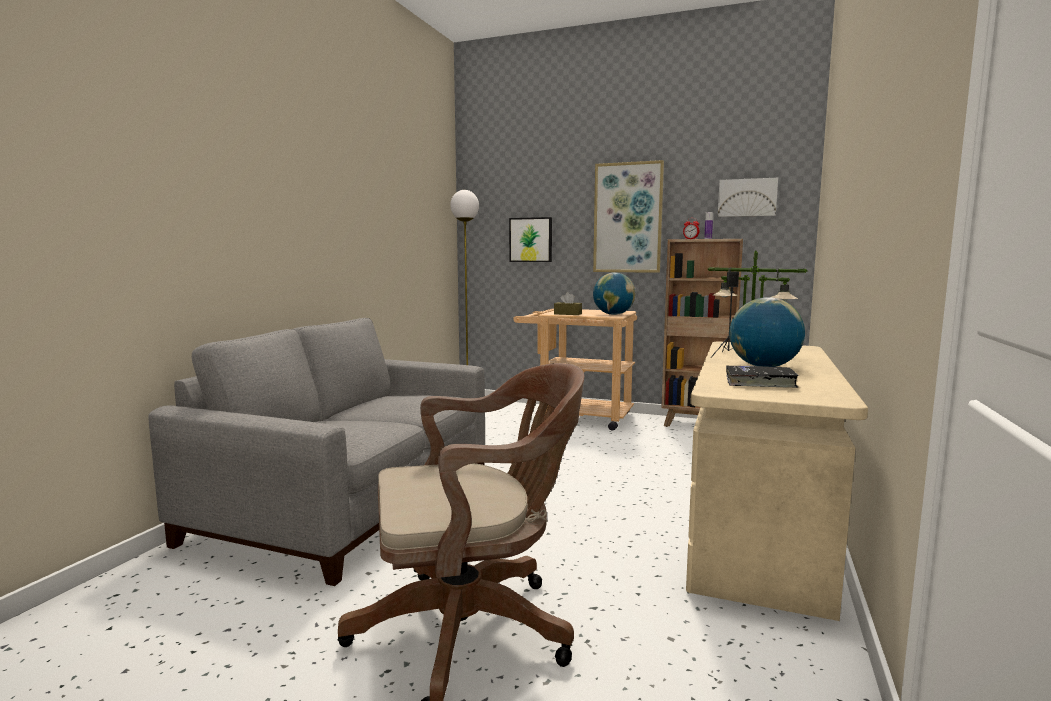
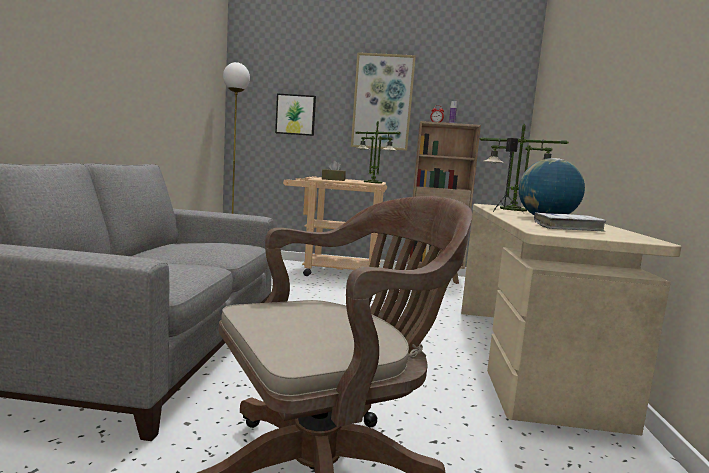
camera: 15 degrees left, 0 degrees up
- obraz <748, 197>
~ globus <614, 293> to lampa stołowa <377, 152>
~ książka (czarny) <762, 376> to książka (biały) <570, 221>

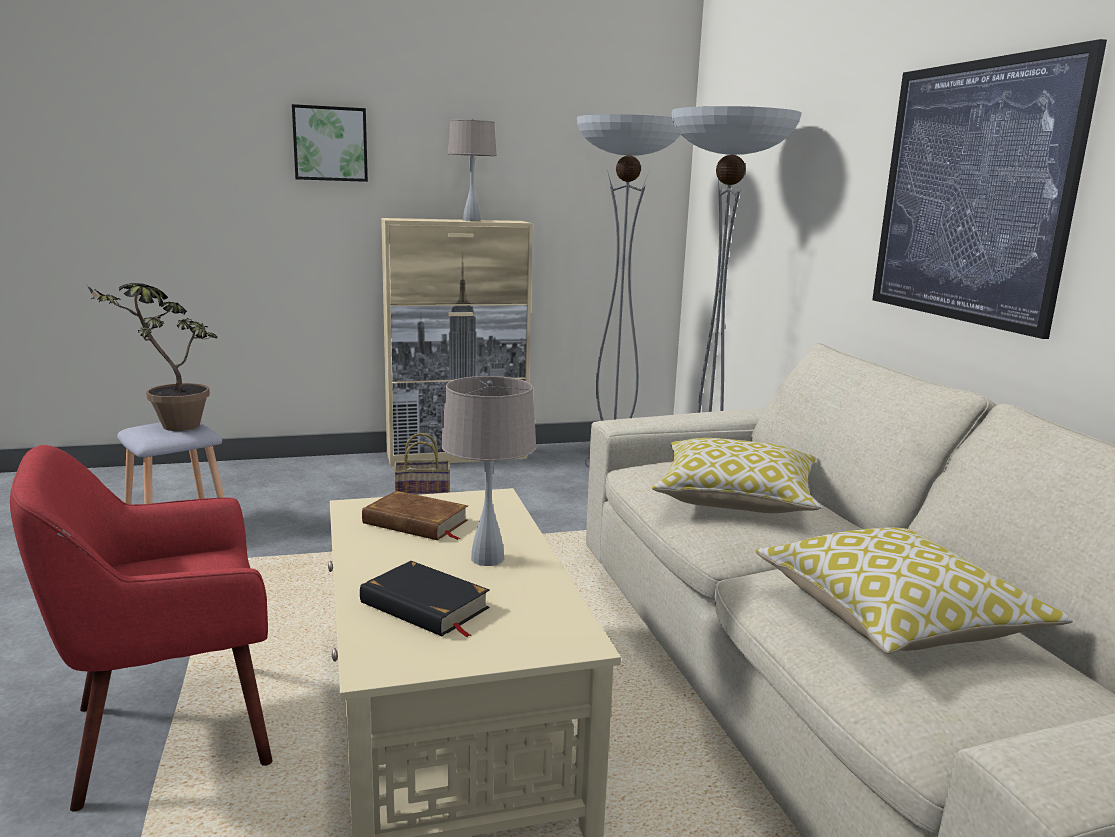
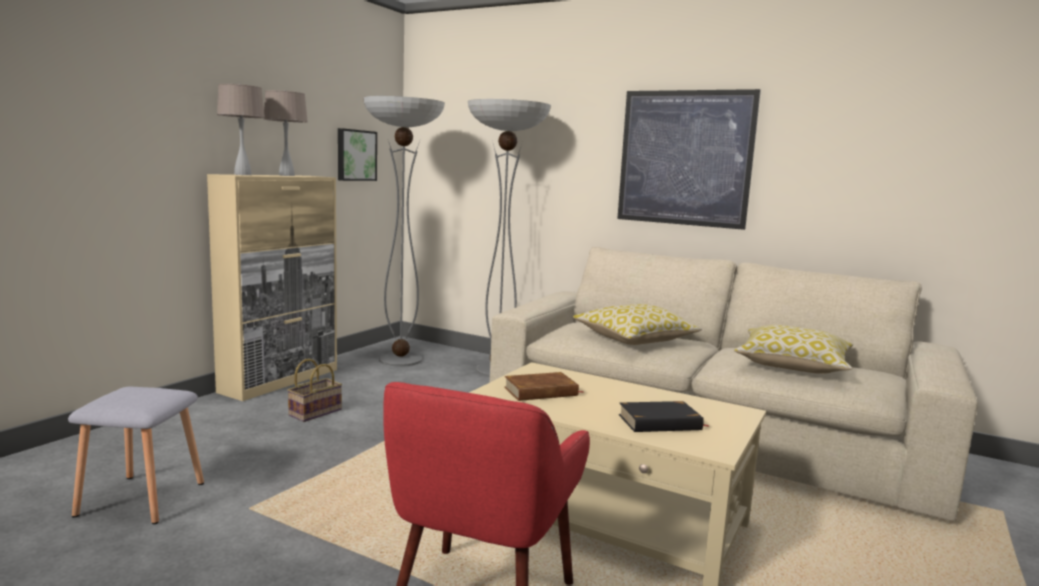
camera: 45 degrees left, 5 degrees down
- roślina doniczkowa <151, 357>
~ obraz <330, 143> to <357, 154>
~ lampa stołowa (beżowy) <488, 471> to <241, 129>

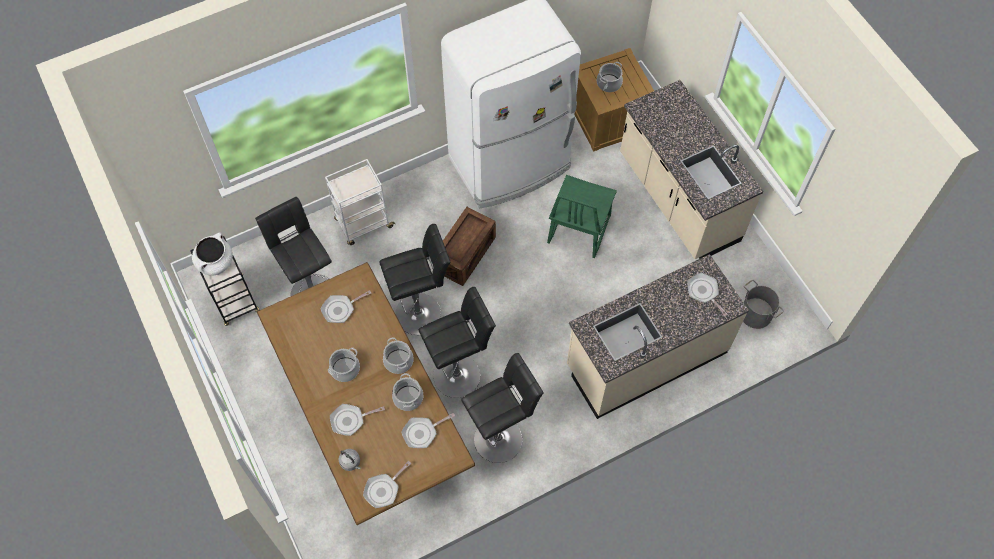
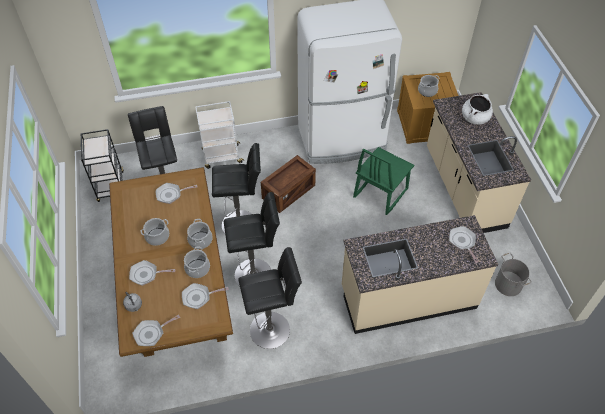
camera: 15 degrees right, 10 degrees down
~ garnek (biały) <212, 254> to <477, 109>

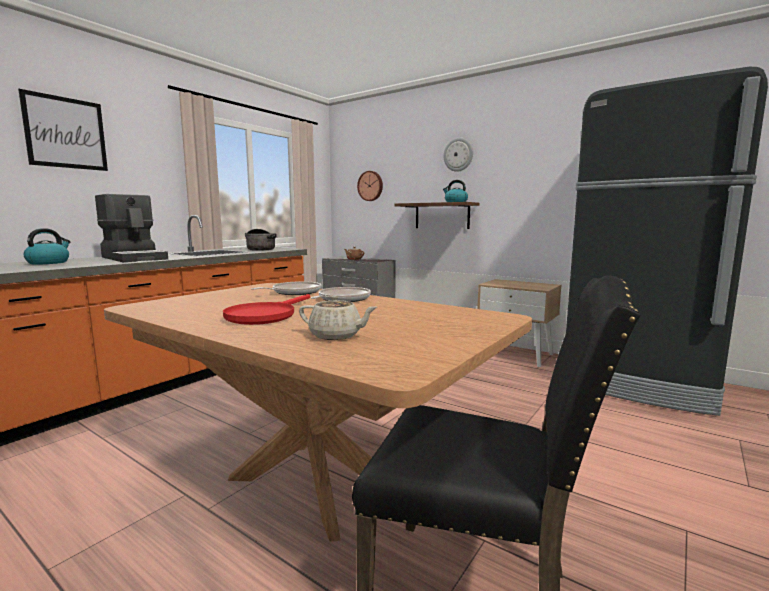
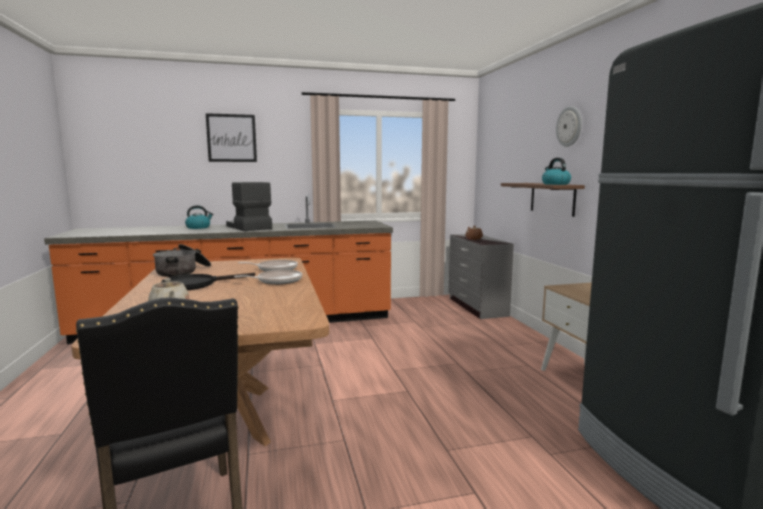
camera: 40 degrees right, 0 degrees up
- zegar ścienny <370, 186>
~ garnek <261, 240> to <182, 260>
~ patelnia (czerwony) <266, 309> to patelnia (czarny) <208, 281>
~ ekspres do kawy <131, 228> = <249, 206> 150 degrees clockwise

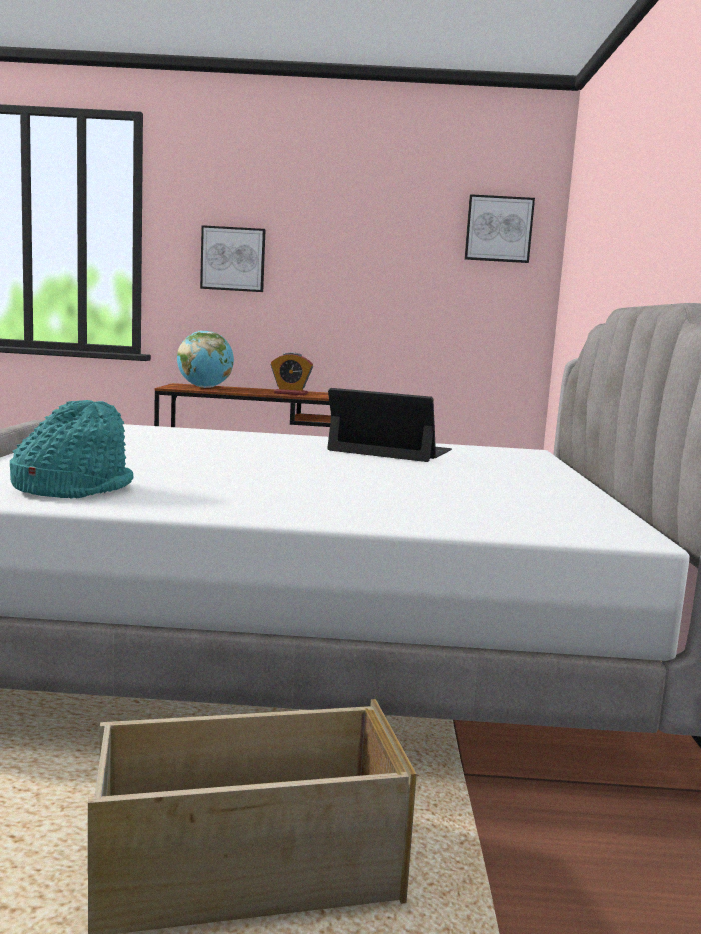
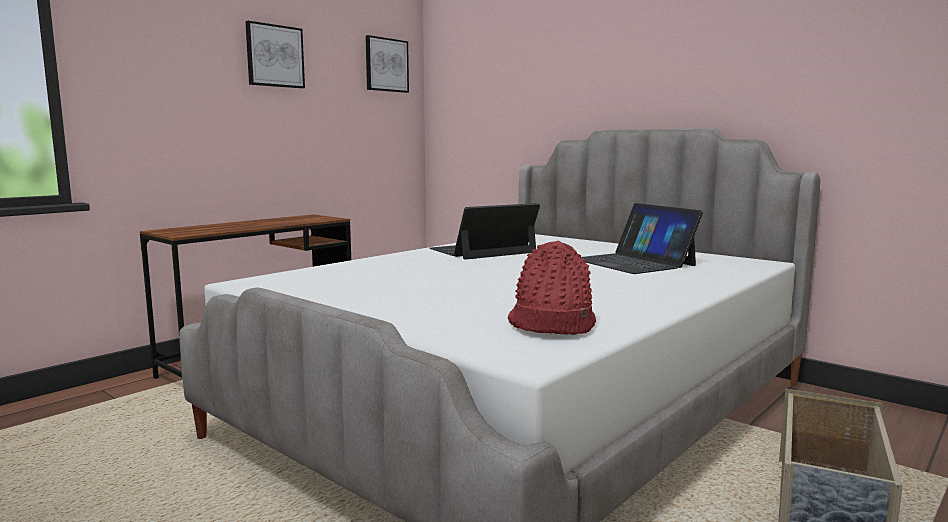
camera: 50 degrees left, 0 degrees up
- globus <205, 359>
- budzik <291, 373>
+ laptop <642, 238>
~ obraz <232, 258> to <275, 54>
~ kapelusz (turkusowy) <72, 449> to kapelusz (czerwony) <552, 288>

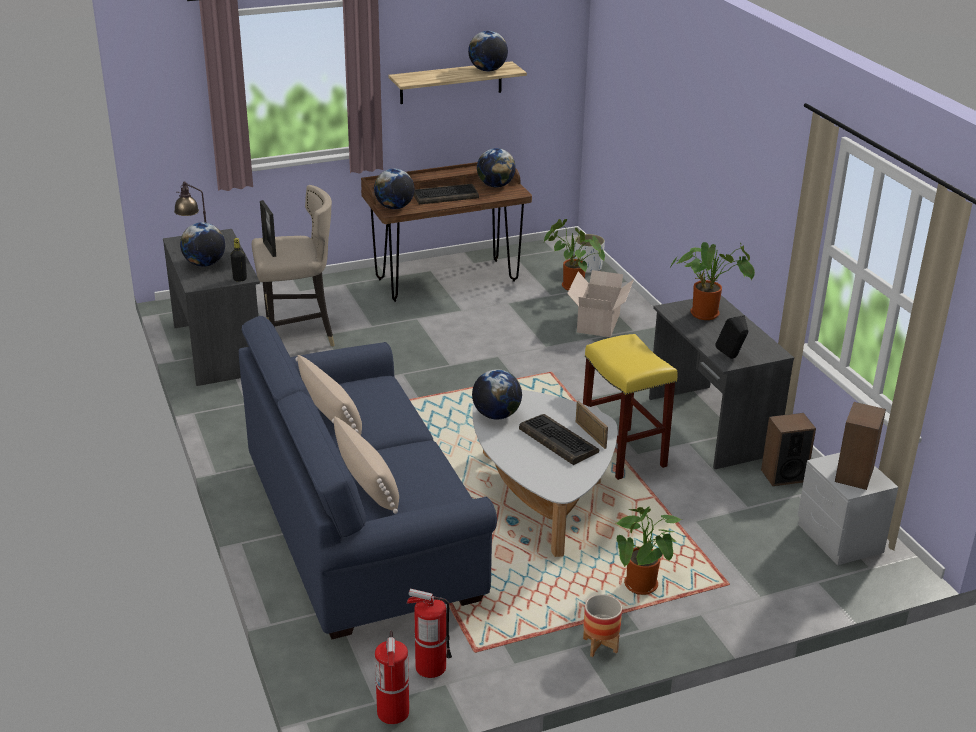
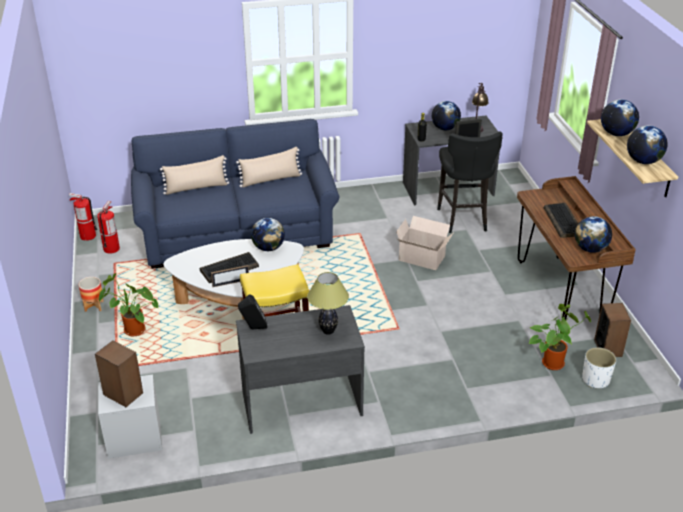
camera: 100 degrees right, 5 degrees up
~ globus <394, 188> to <620, 117>
~ karton <600, 303> to <424, 243>
~ głośnik <788, 449> to <612, 330>
~ roślina doniczkowa <712, 281> to lampa stołowa <328, 303>
~ stołek (beżowy) <293, 265> to stołek (czarny) <470, 182>

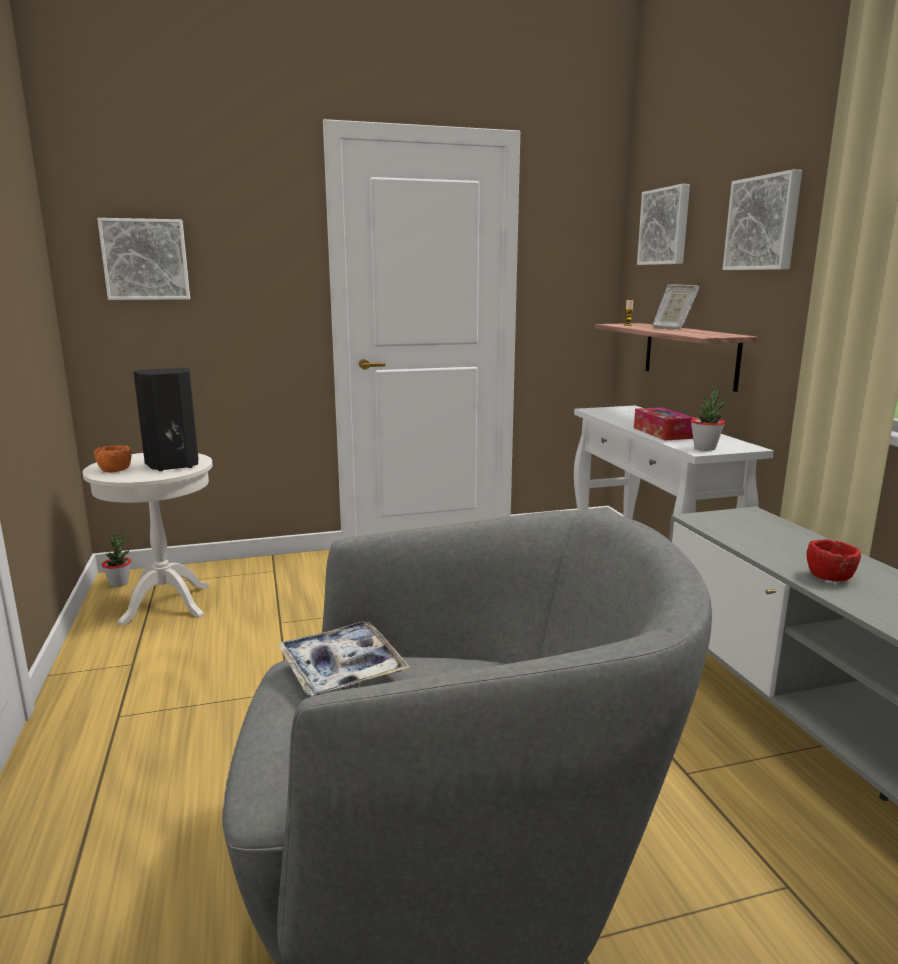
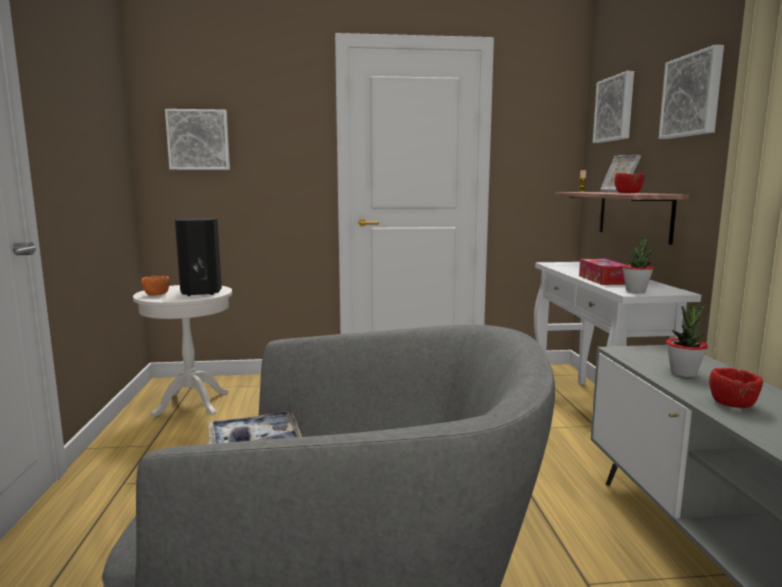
camera: 10 degrees right, 5 degrees down
+ miska (czerwony) <629, 183>
~ roślina doniczkowa <116, 560> to <687, 340>

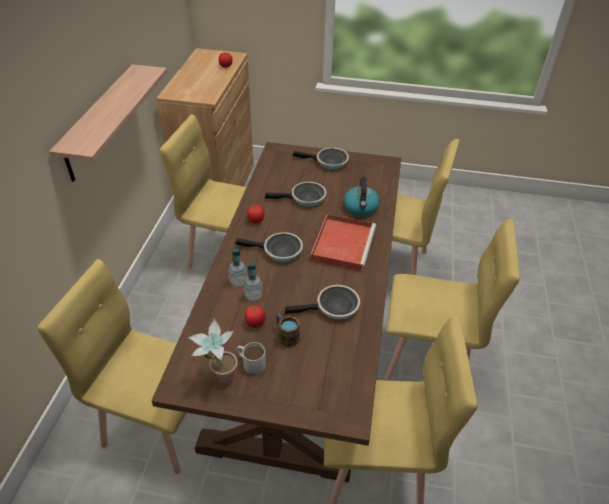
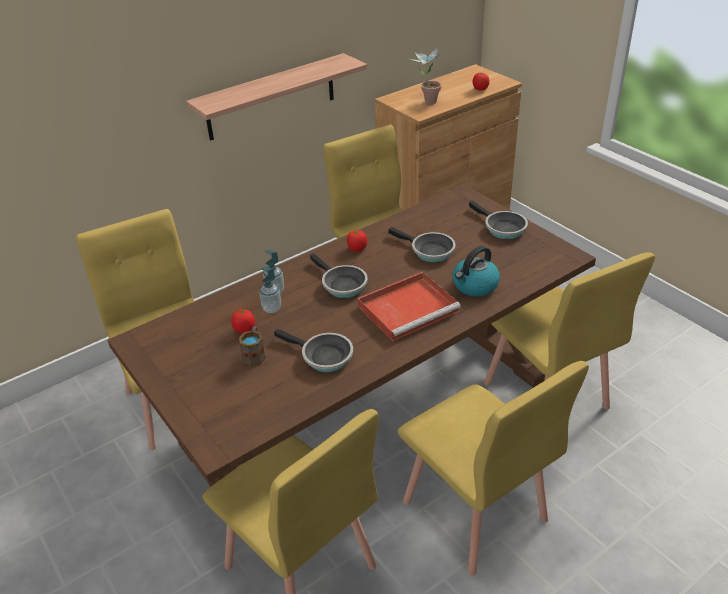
camera: 45 degrees right, 5 degrees down
- kubek (biały) <251, 358>
~ roślina doniczkowa <213, 351> to <425, 76>

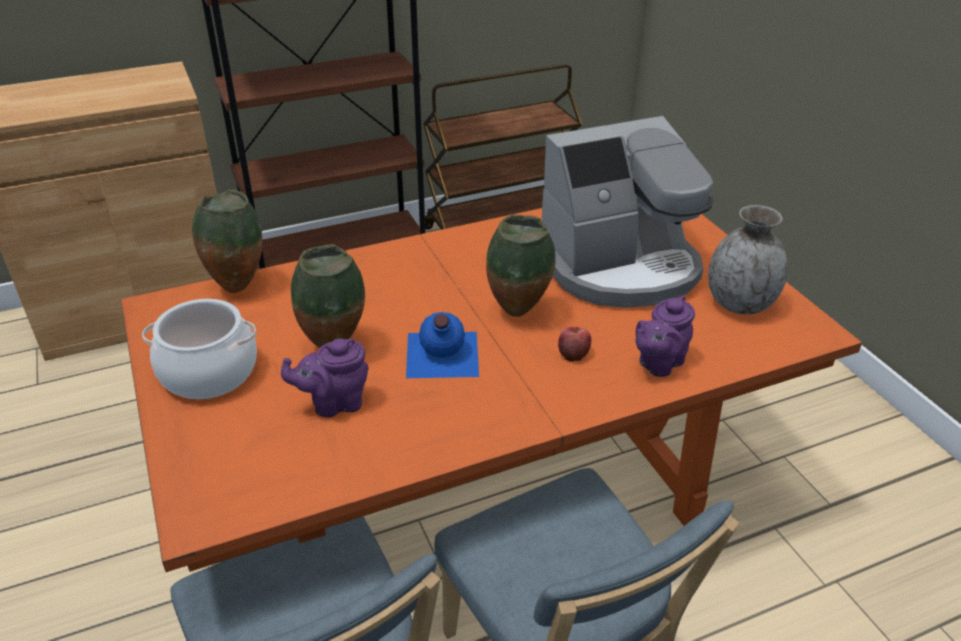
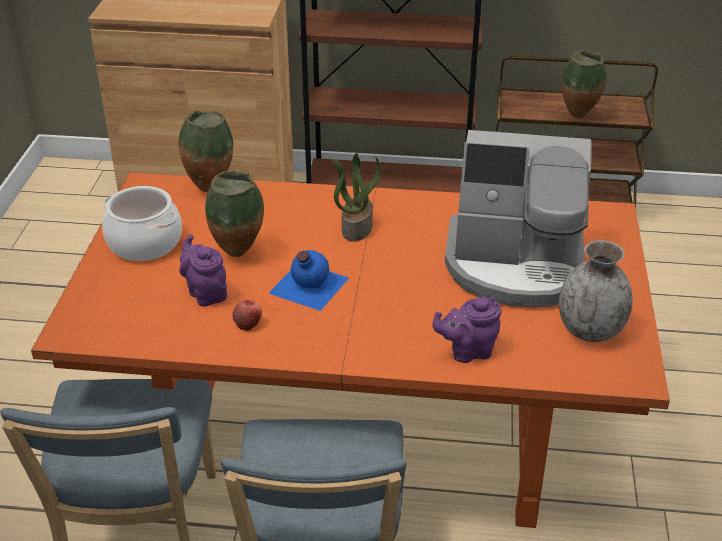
camera: 30 degrees right, 0 degrees up
+ roślina doniczkowa <356, 197>
~ wazon <521, 266> to <584, 84>
~ jabłko <574, 344> to <247, 315>
~ imbryk (fioletowy) <325, 378> = <203, 270> 45 degrees clockwise

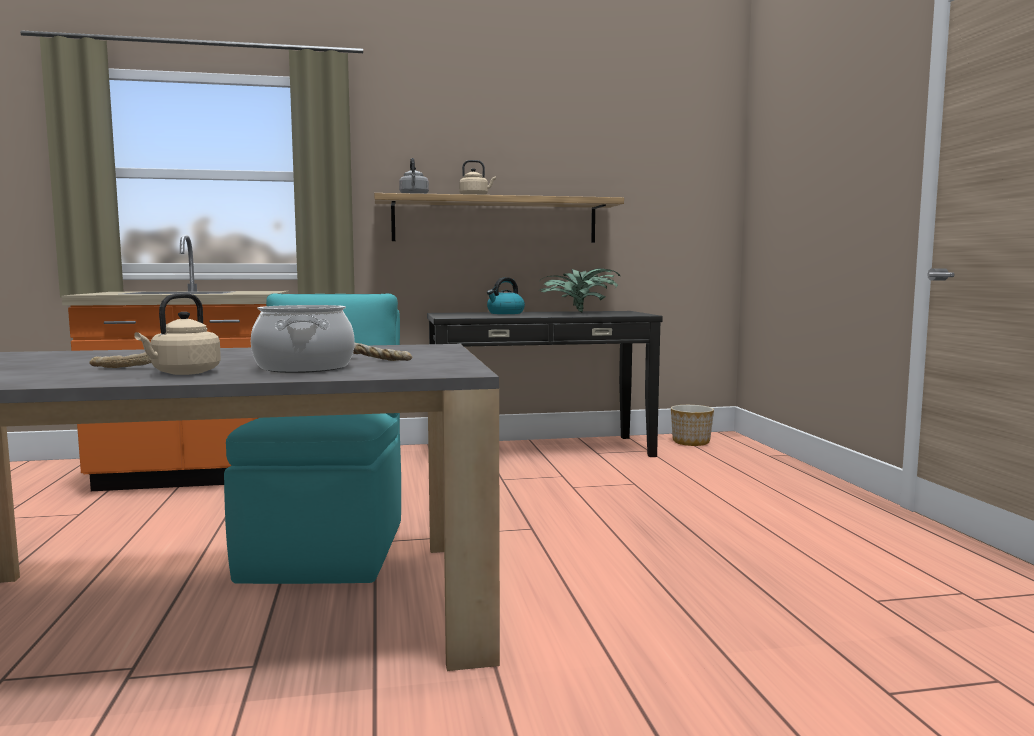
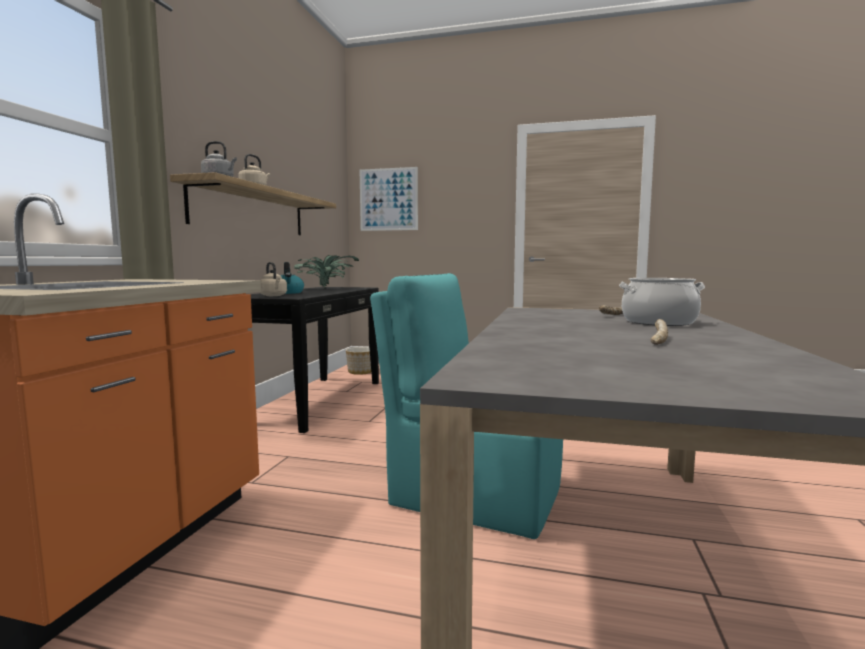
camera: 65 degrees left, 0 degrees up
+ obraz <389, 199>
~ czajnik (beżowy) <177, 334> to <273, 279>

